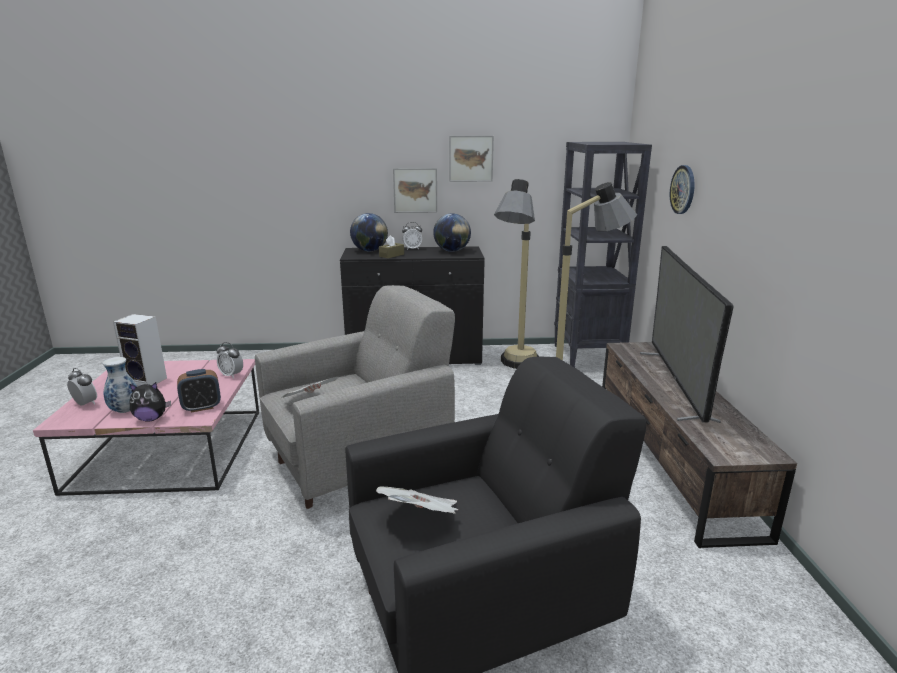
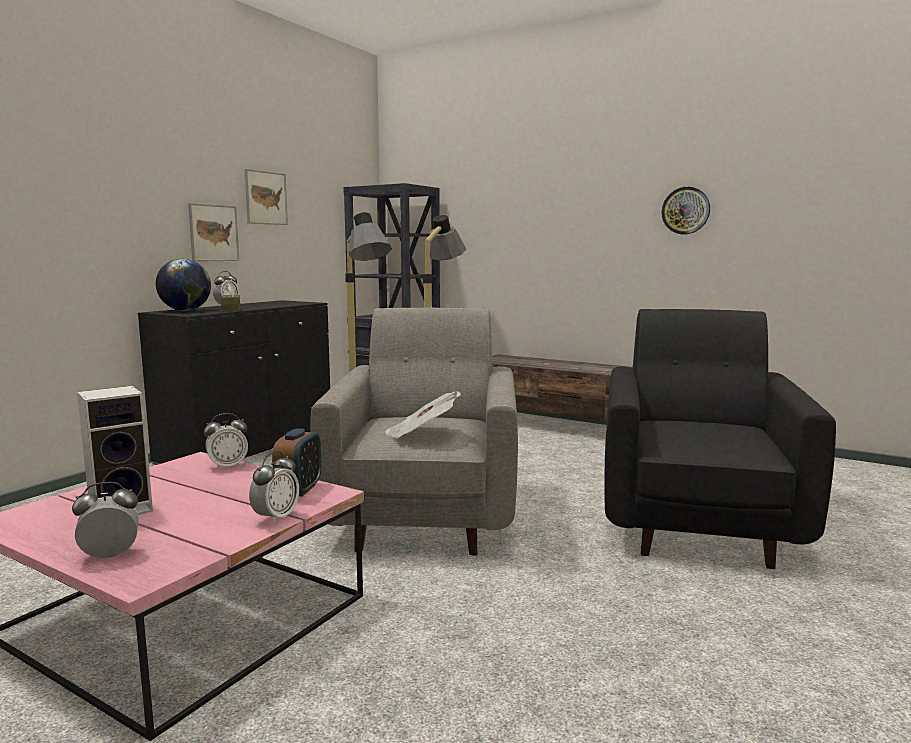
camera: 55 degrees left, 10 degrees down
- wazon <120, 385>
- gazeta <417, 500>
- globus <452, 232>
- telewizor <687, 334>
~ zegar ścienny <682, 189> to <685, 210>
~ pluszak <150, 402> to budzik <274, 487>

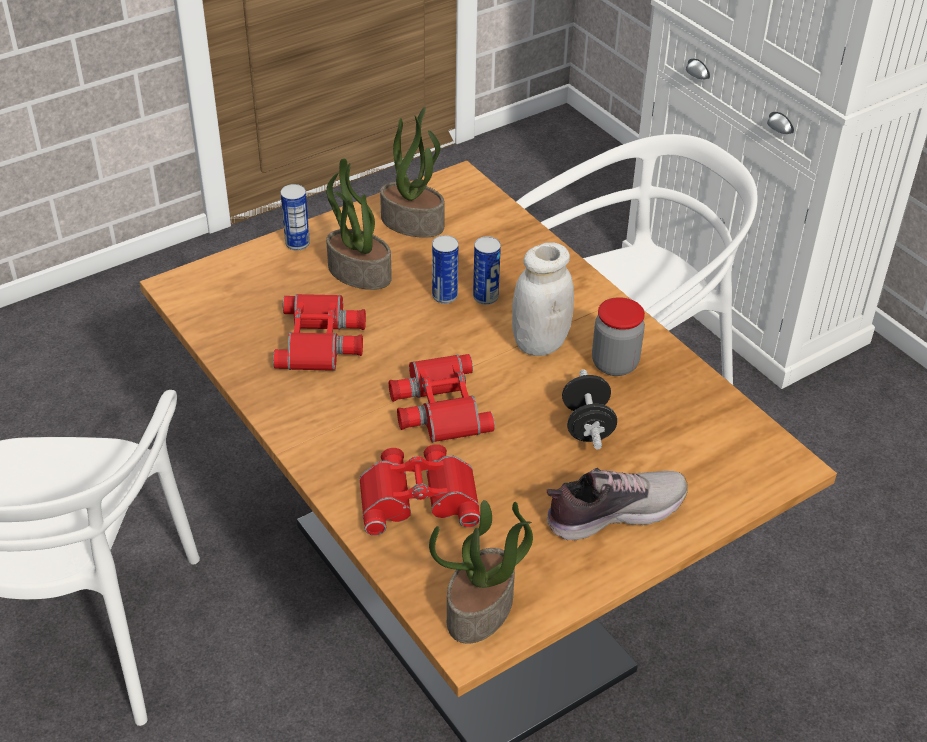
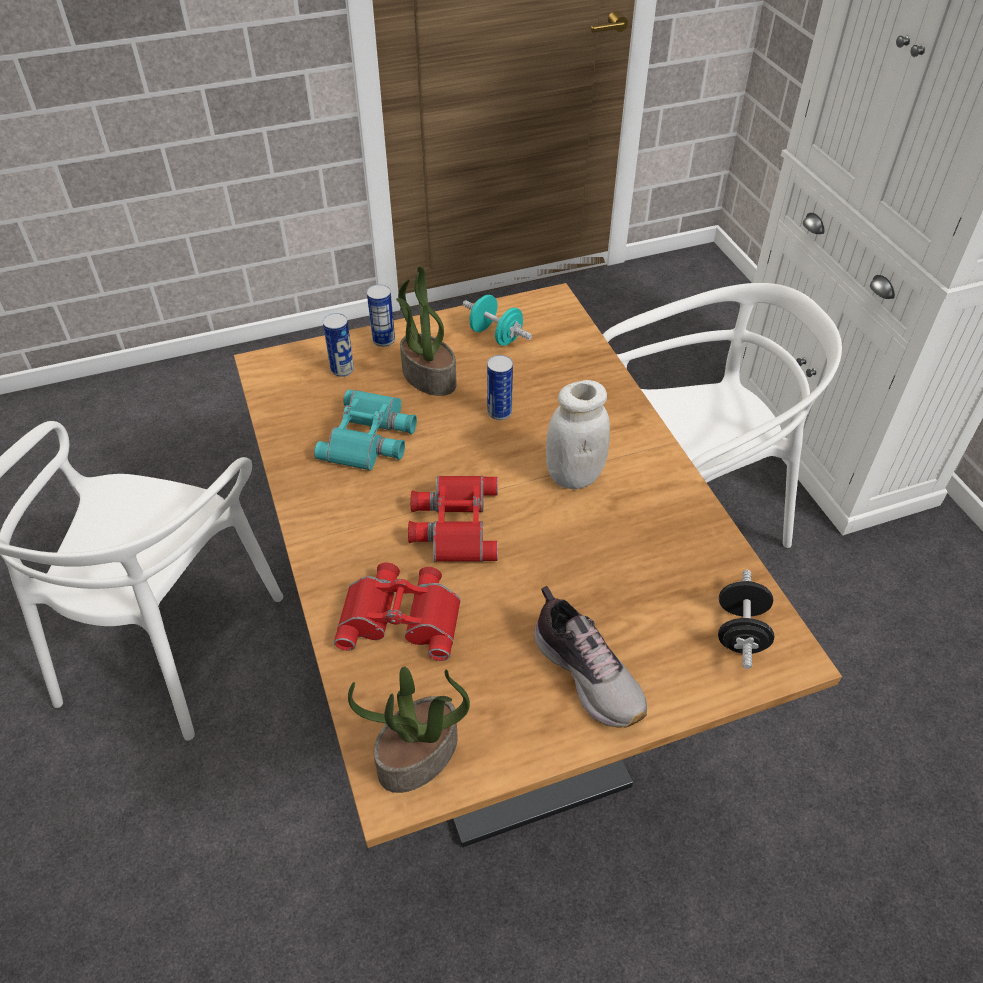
camera: 15 degrees right, 5 degrees up
- słoik <618, 336>
~ puszka <487, 270> to <338, 345>
~ hantel (czarny) <589, 409> to <746, 619>
~ roślina doniczkowa <412, 172> to hantel (turkusowy) <497, 320>
~ lornetka (czerwony) <319, 332> to lornetka (turkusowy) <365, 430>
~ but <617, 504> = <590, 657> 60 degrees clockwise

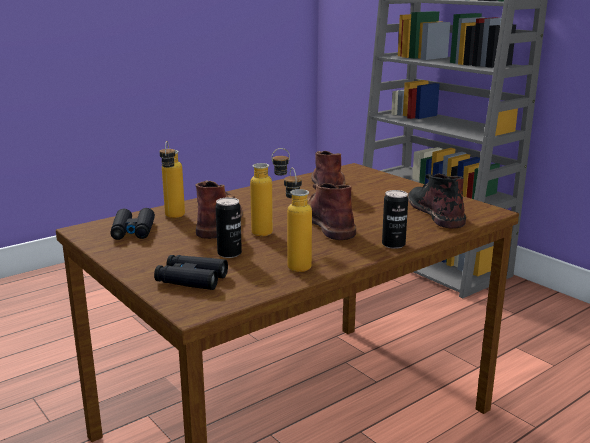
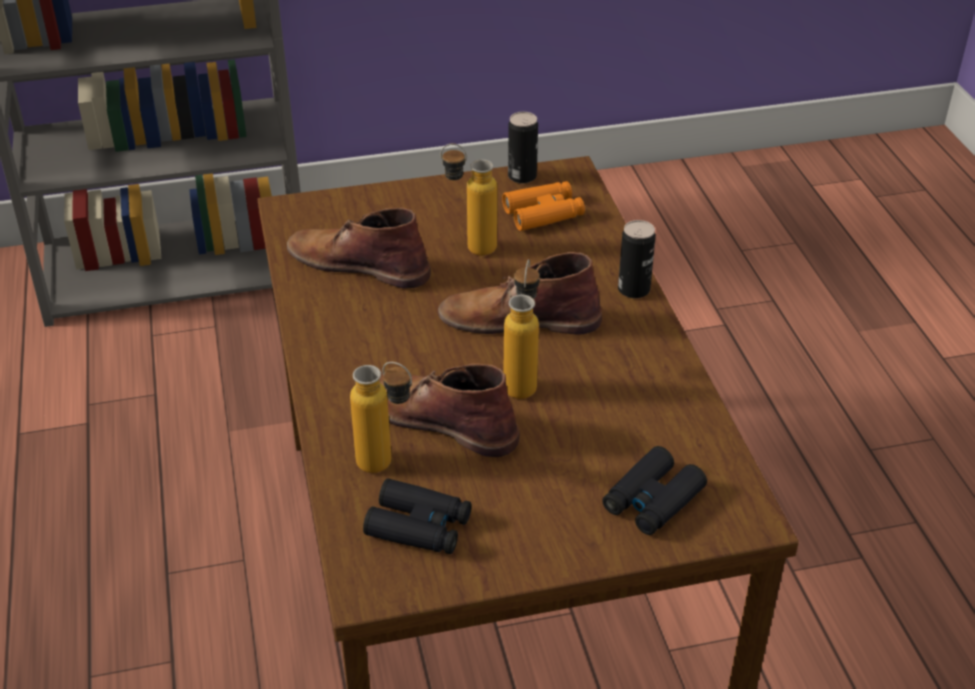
camera: 65 degrees left, 20 degrees up
~ puszka <228, 227> to <523, 148>
~ butelka <298, 220> to <469, 200>
~ but z cholewką (czarny) <437, 200> to lornetka (pomarańczowy) <543, 206>

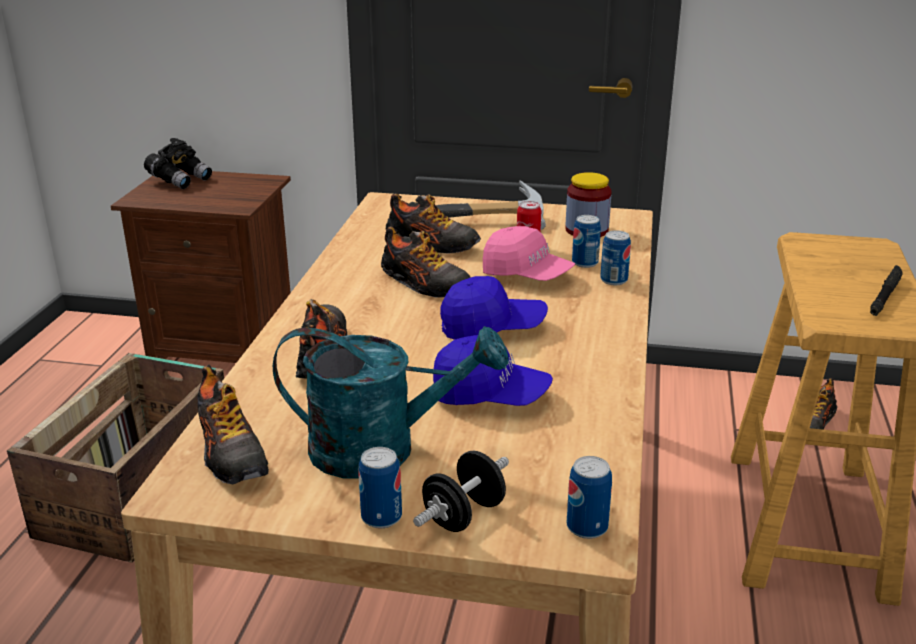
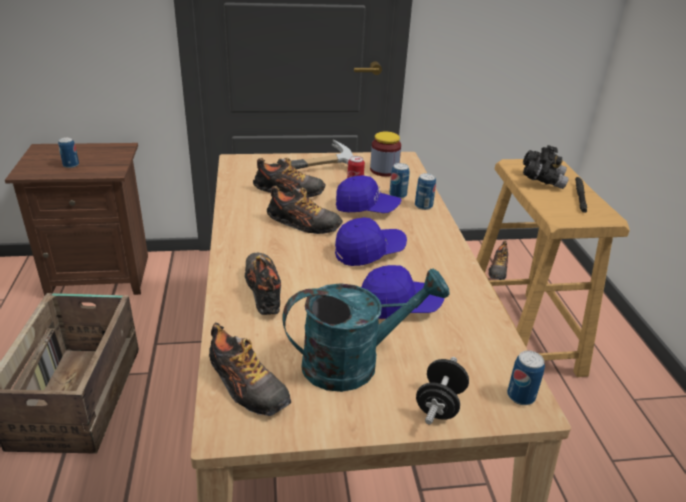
camera: 20 degrees left, 5 degrees up
~ lornetka (czarny) <178, 163> to <546, 167>
~ puszka <380, 487> to <68, 152>
~ czapka z daszkiem (różowy) <529, 253> to czapka z daszkiem (niebieski) <368, 194>

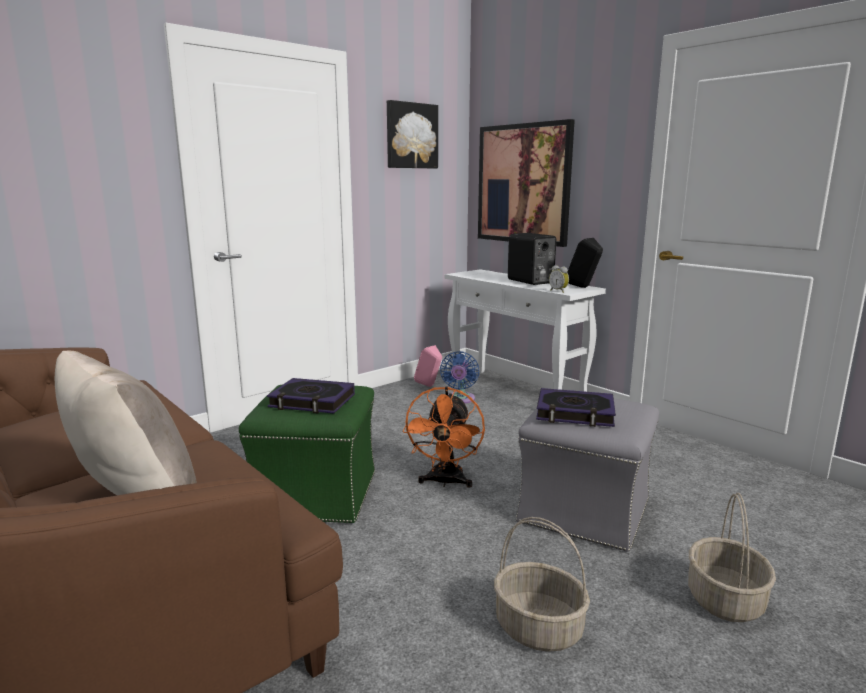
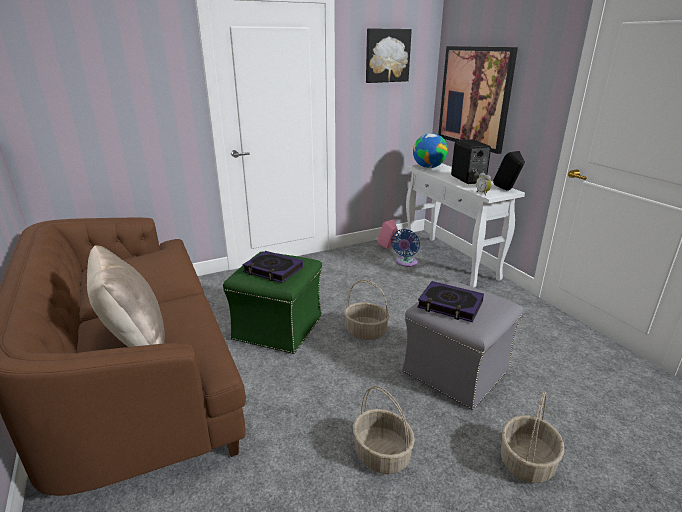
camera: 15 degrees right, 10 degrees up
+ globus <430, 150>
~ wentylator (pomarańczowy) <443, 437> to koszyk <366, 310>

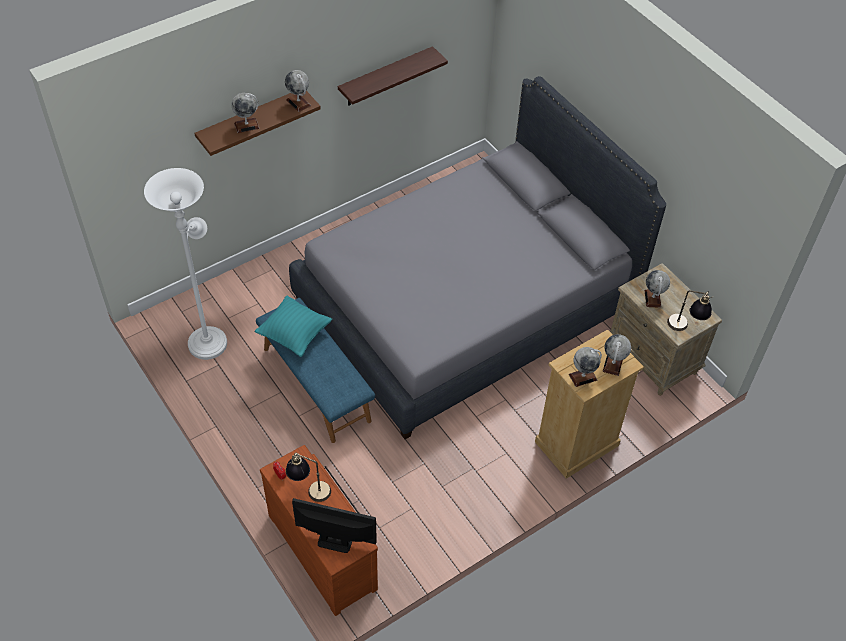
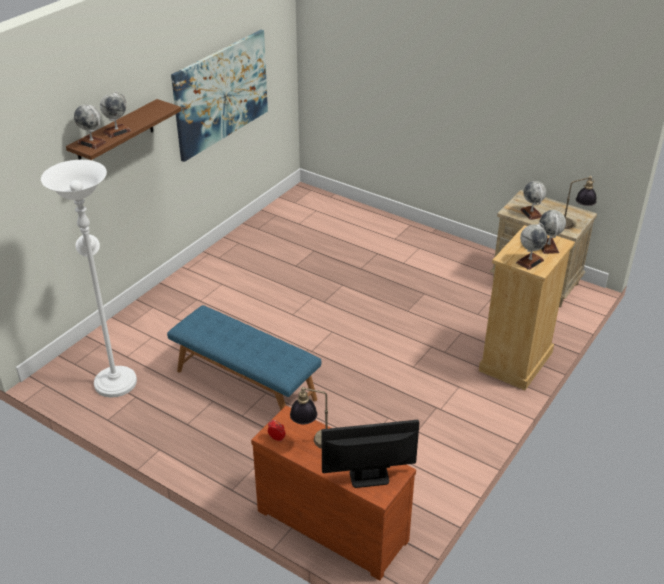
camera: 20 degrees left, 15 degrees down
- poduszka (turkusowy) <293, 326>
- łóżko (szary) <477, 257>
~ globus <298, 91> to <90, 126>
~ półka <393, 76> to obraz <219, 96>

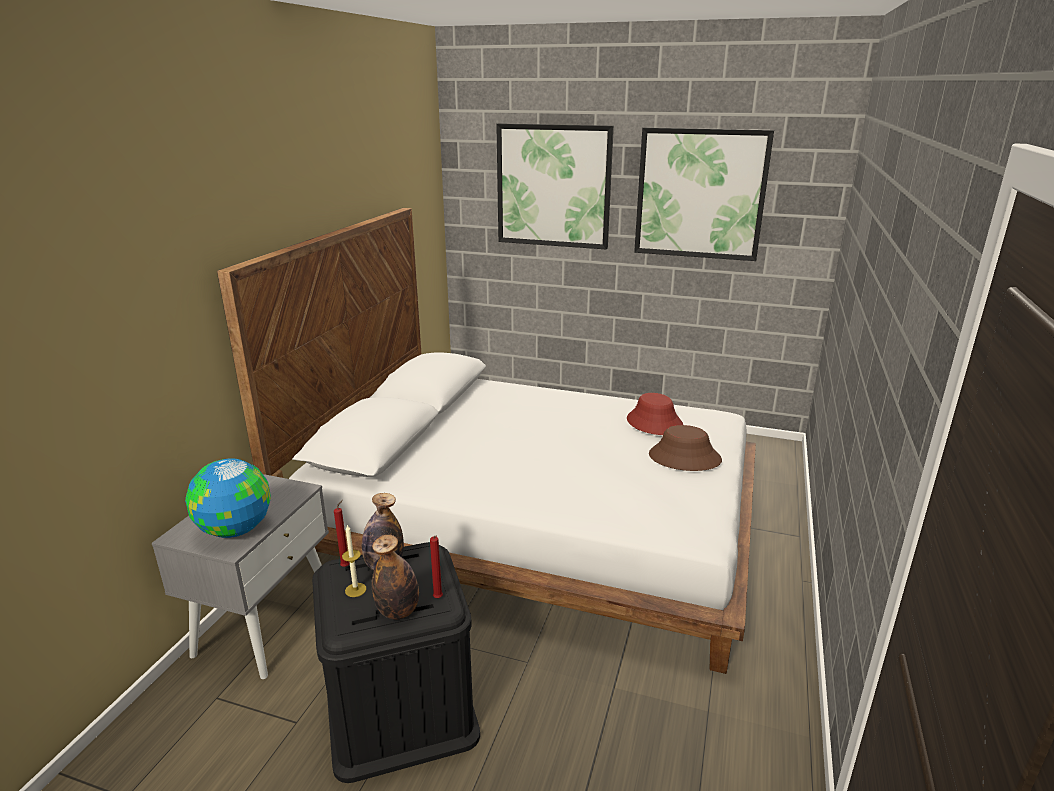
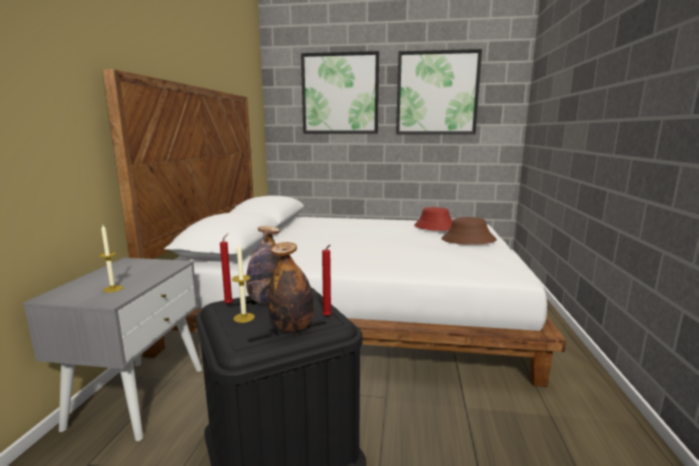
camera: 10 degrees left, 10 degrees down
~ globus <228, 498> to świeca <111, 259>

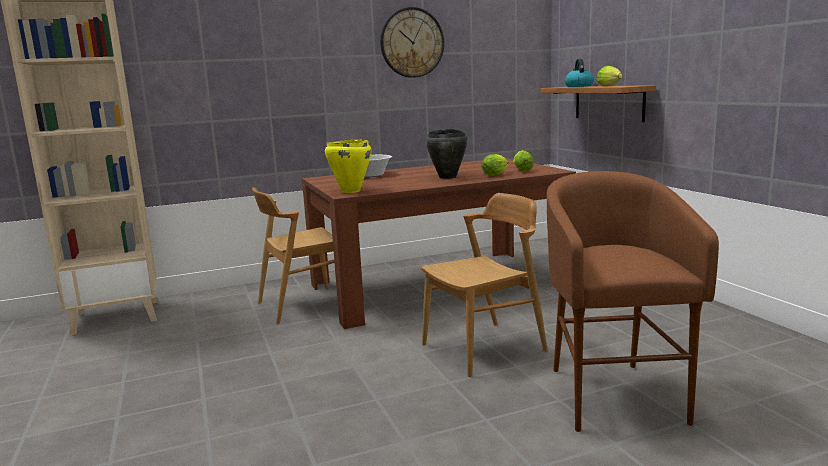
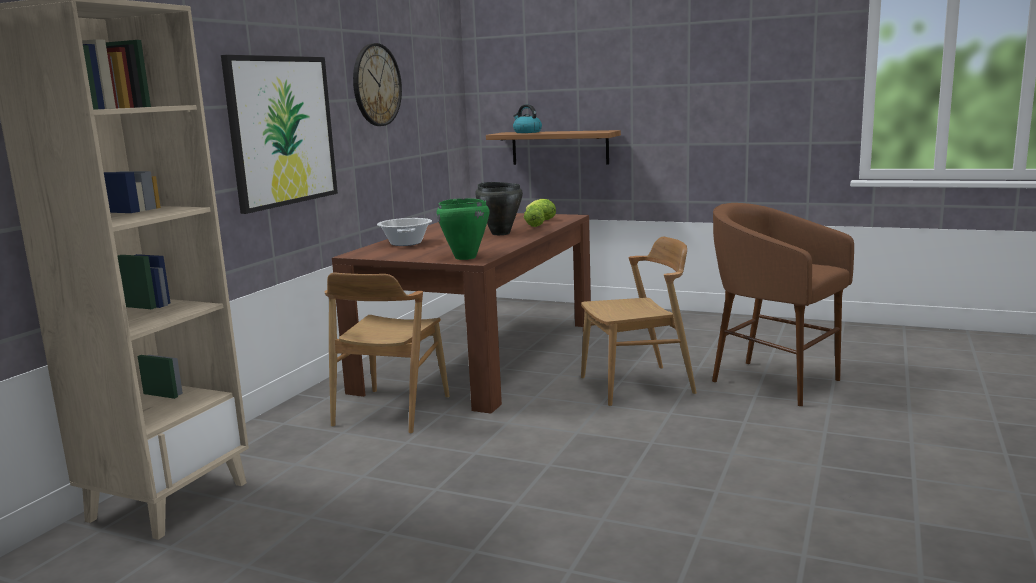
camera: 45 degrees left, 0 degrees up
- sałata <610, 76>
+ obraz <279, 134>
~ garnek (żółty) <348, 166> to garnek (zielony) <462, 229>
~ krzesło (brązowy) <485, 285> = <639, 321> 60 degrees clockwise

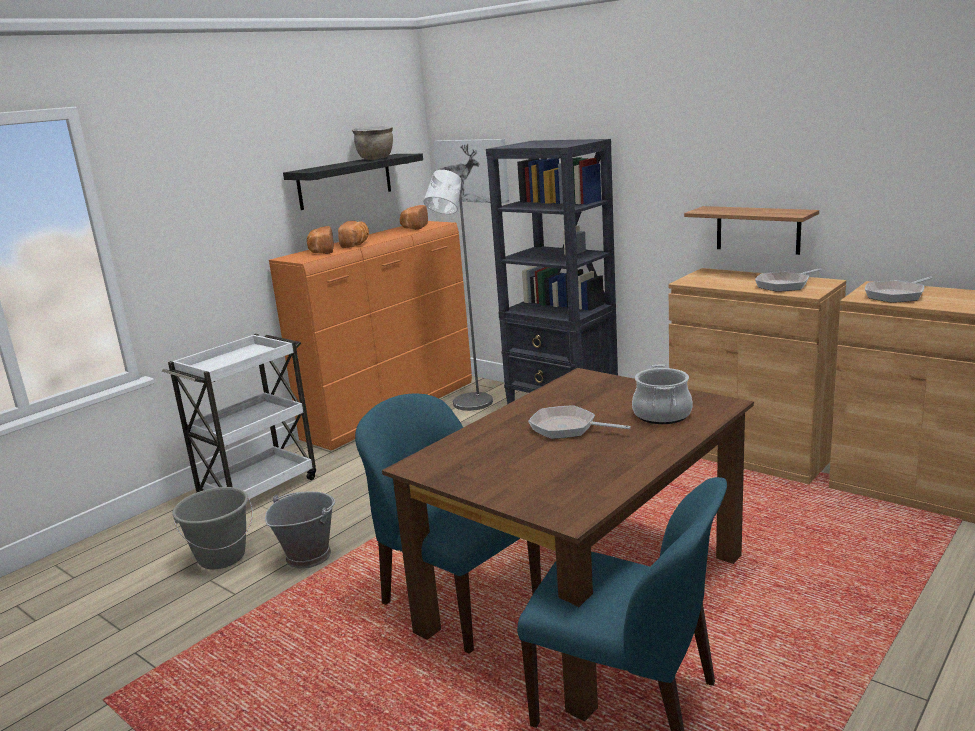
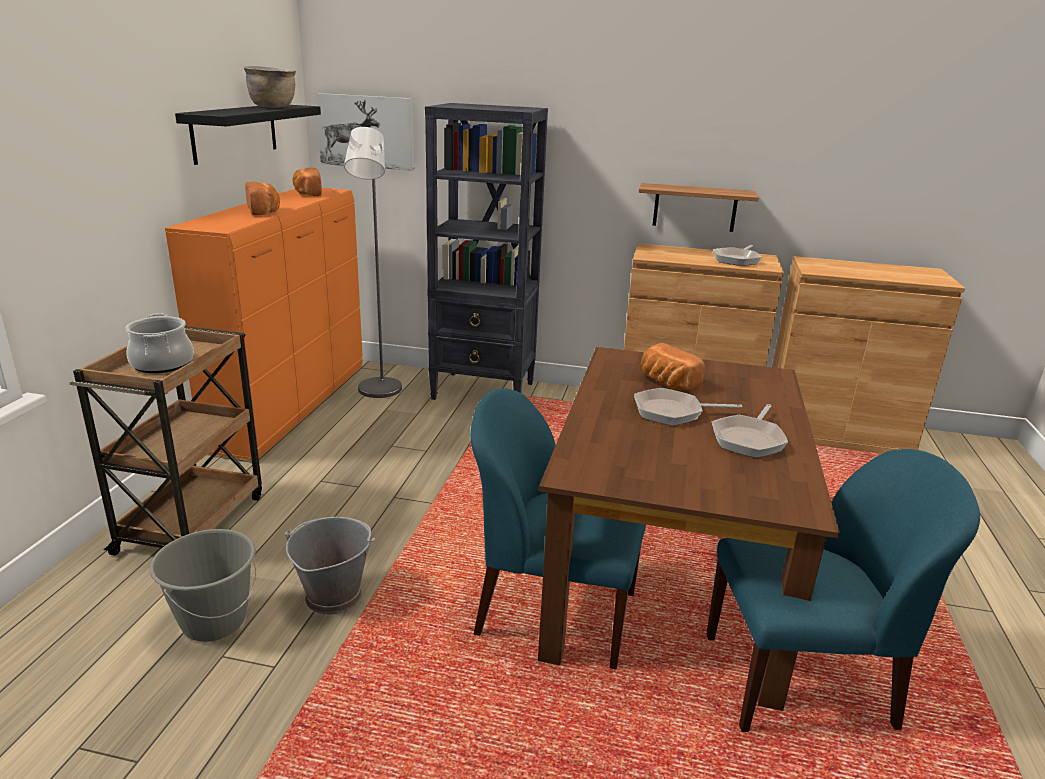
camera: 30 degrees left, 5 degrees up
~ chleb <320, 240> to <673, 366>
~ garnek <662, 394> to <159, 343>
~ patelnia <898, 290> to <750, 431>
~ wózek (biały) <239, 417> to wózek (brązowy) <165, 440>

